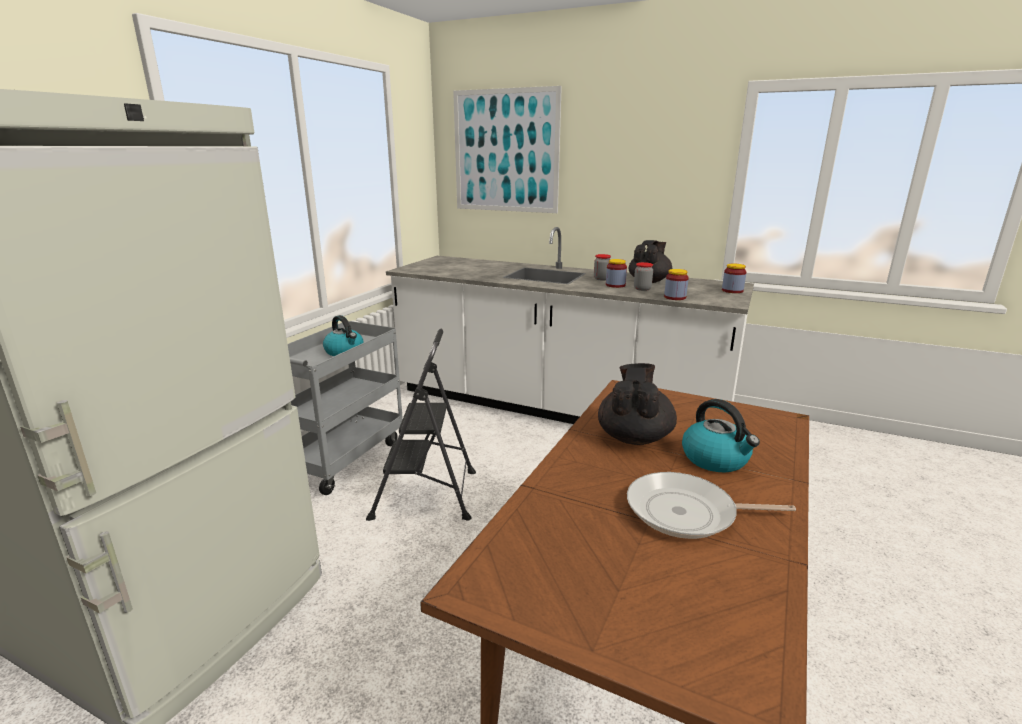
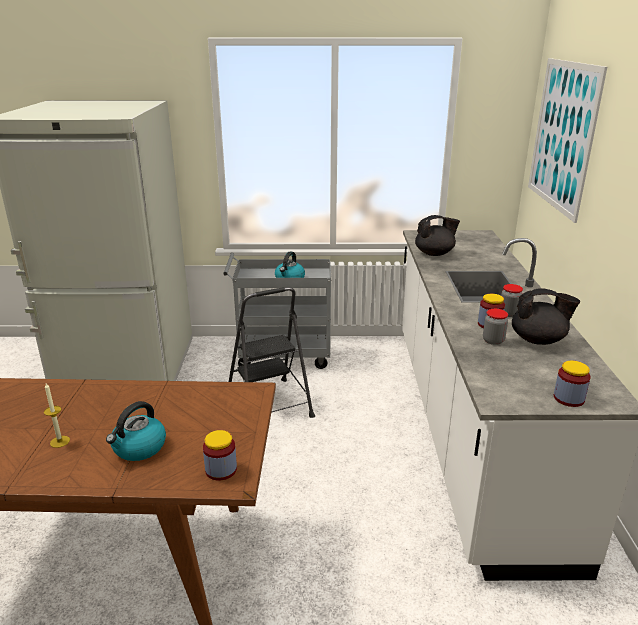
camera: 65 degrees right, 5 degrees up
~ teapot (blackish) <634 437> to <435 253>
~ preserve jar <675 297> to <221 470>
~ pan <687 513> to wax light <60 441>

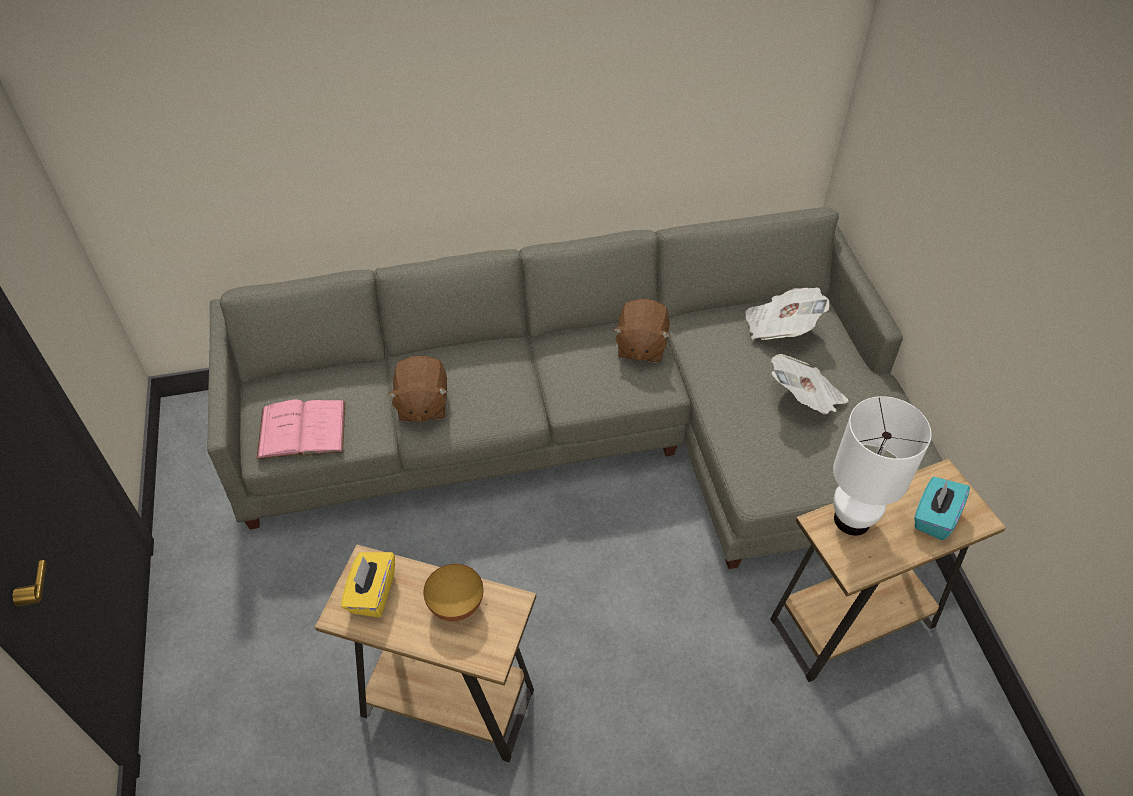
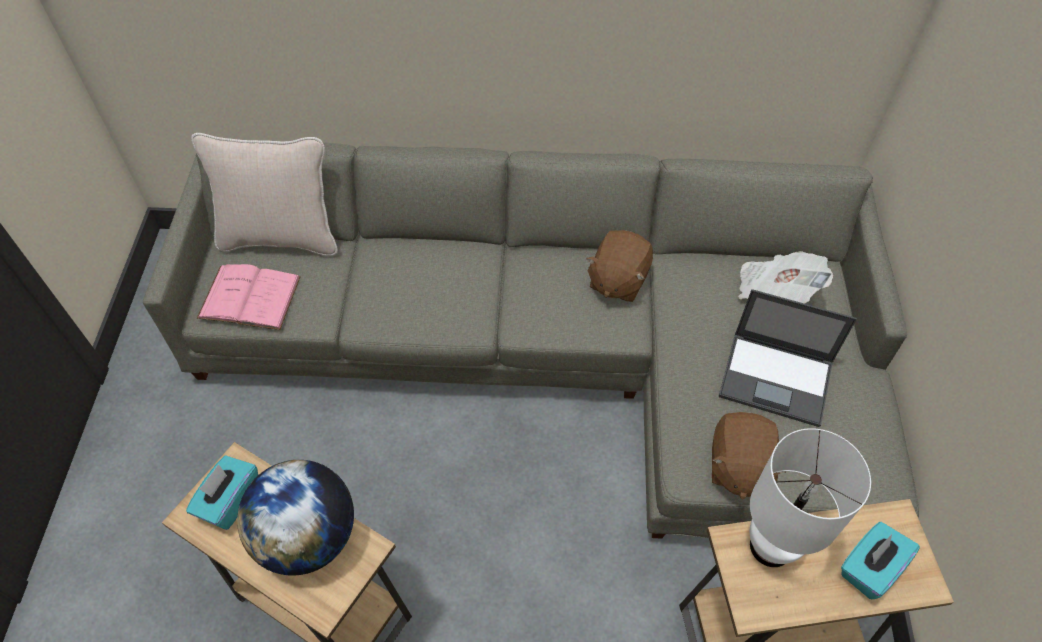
camera: 15 degrees right, 5 degrees up
+ pillow (beige) <281 237>
~ cuddly toy (brownish) <422 404> to <738 466>
~ serving bowl <456 606> to desk globe <308 536>
~ printed paper <805 399> to laptop <777 379>
~ tissue box (yellowish) <372 593> to tissue box (turquoise) <229 501>

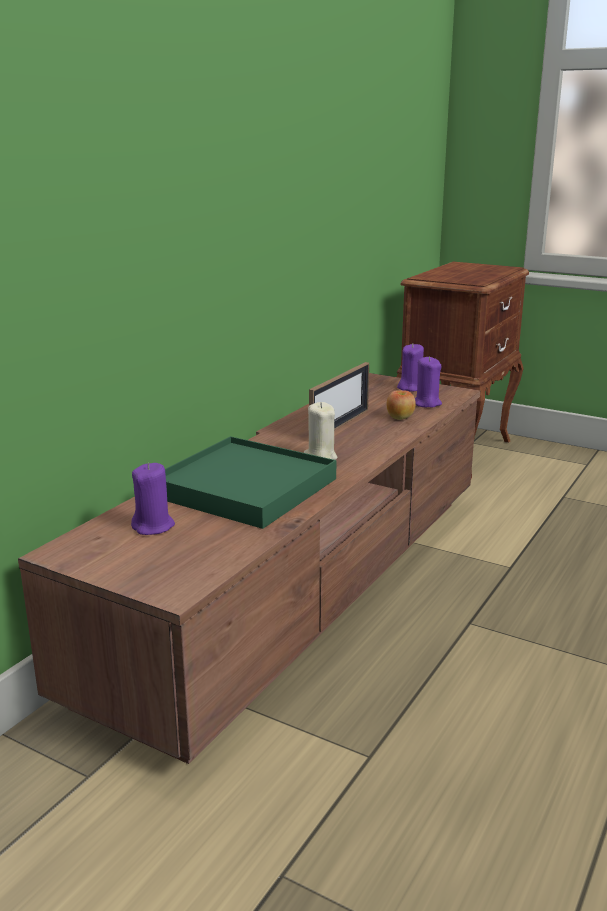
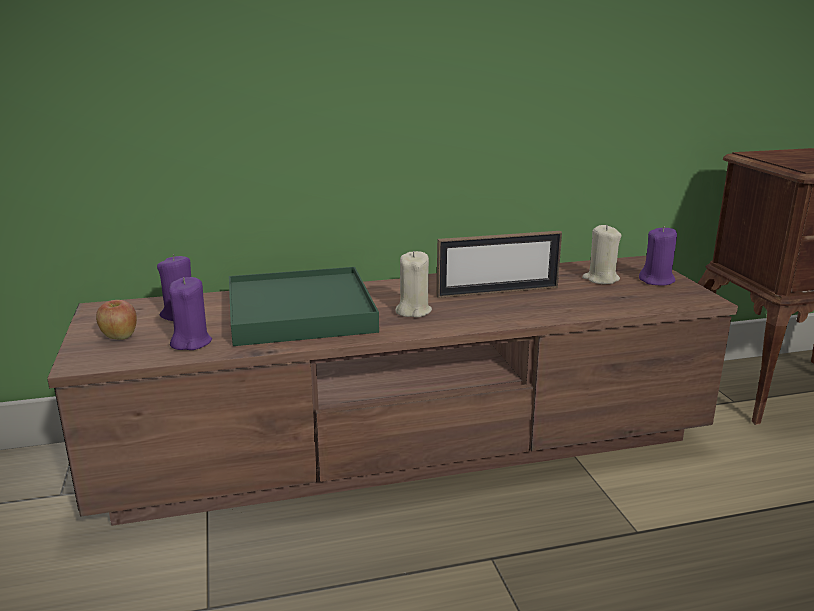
camera: 45 degrees right, 0 degrees up
+ wax light (beige) <600 279>
~ whole apple <400 418> to <119 337>
~ wax light (purple-coloured) <426 403> to <191 342>

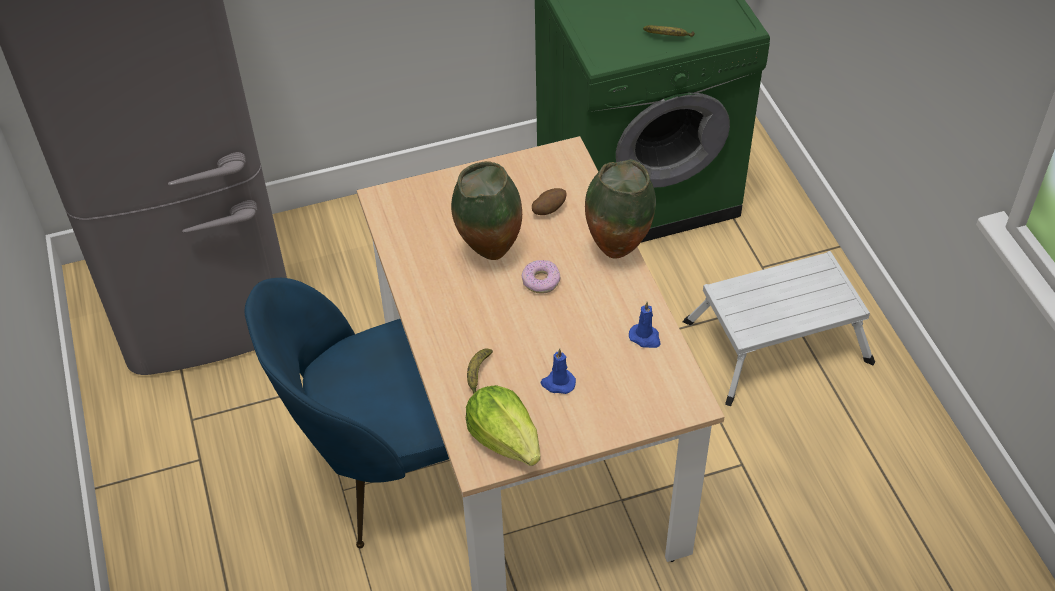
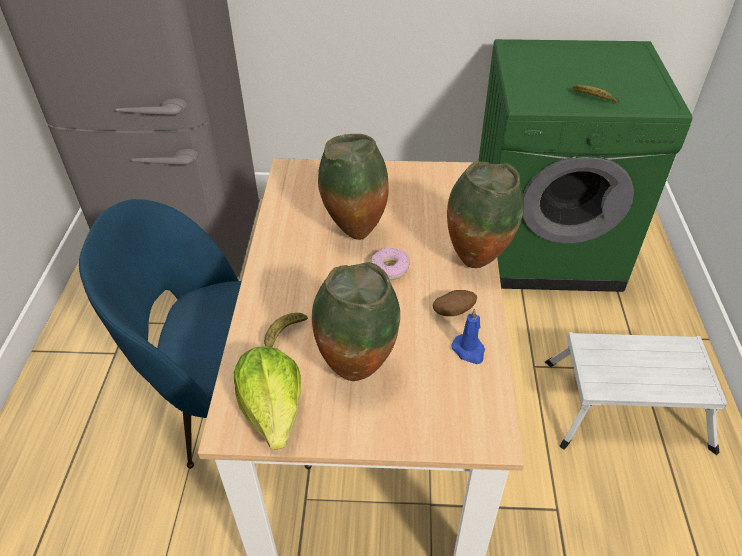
camera: 20 degrees right, 5 degrees down
~ whole potato <548 210> to <453 312>
~ wax light (bluish) <558 383> to flower vase <356 369>

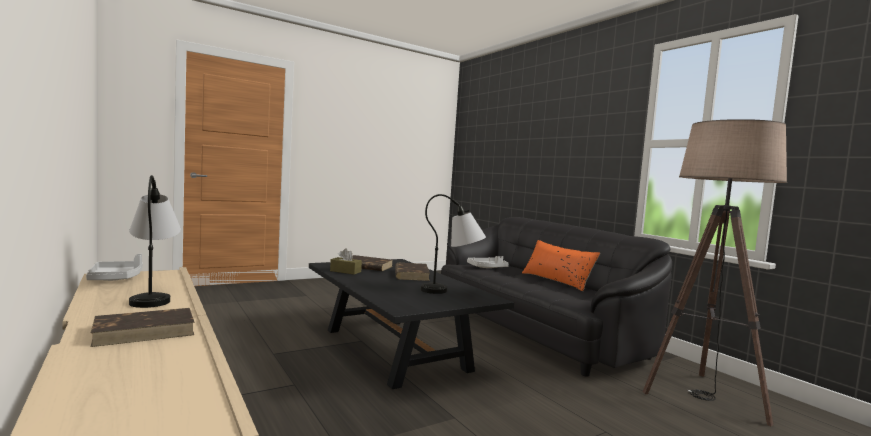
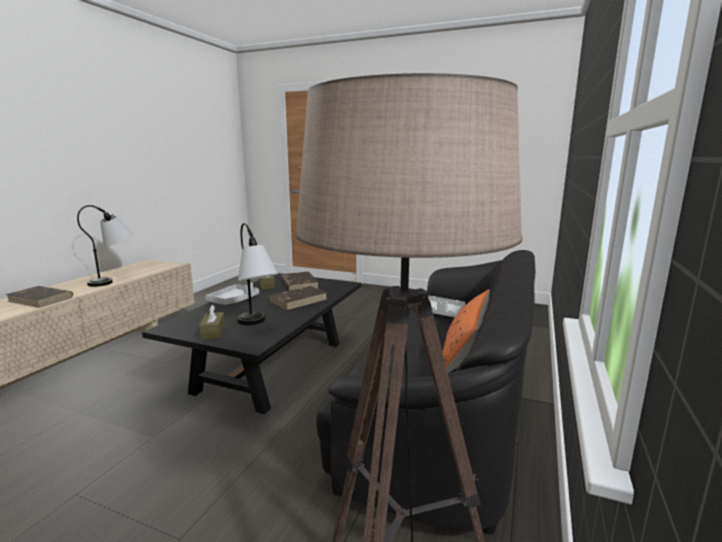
camera: 55 degrees right, 10 degrees up
+ tissue box (brownish) <213 332>
~ serving tray (gray) <116 278> to <233 301>

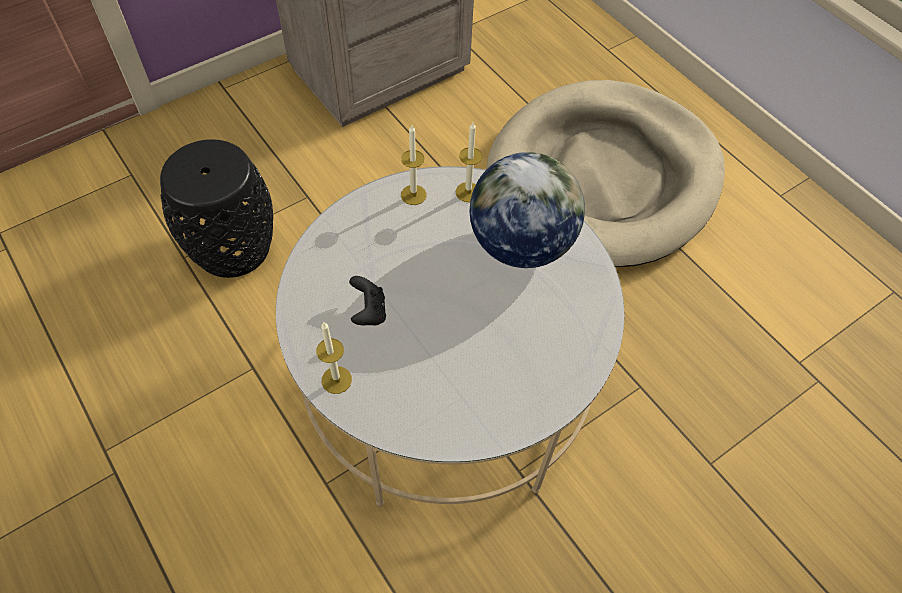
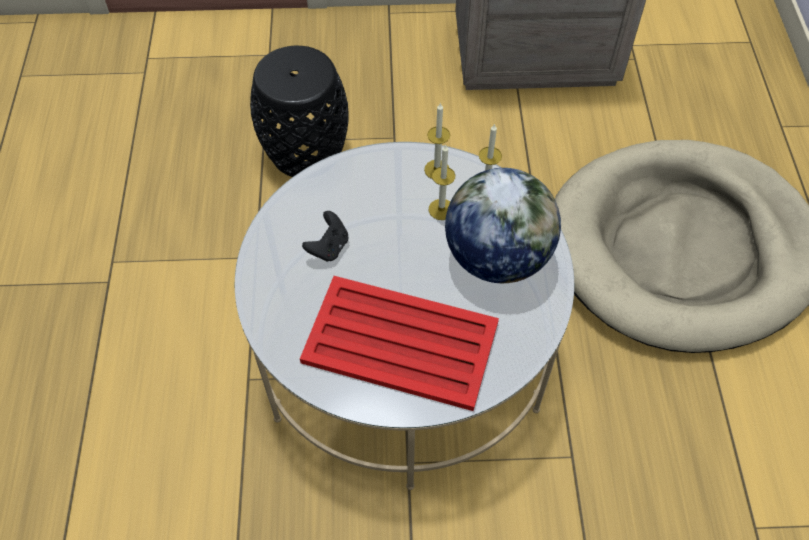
camera: 35 degrees right, 0 degrees up
+ serving tray (red-coloured) <402 343>
~ wax light <336 380> to <441 209>

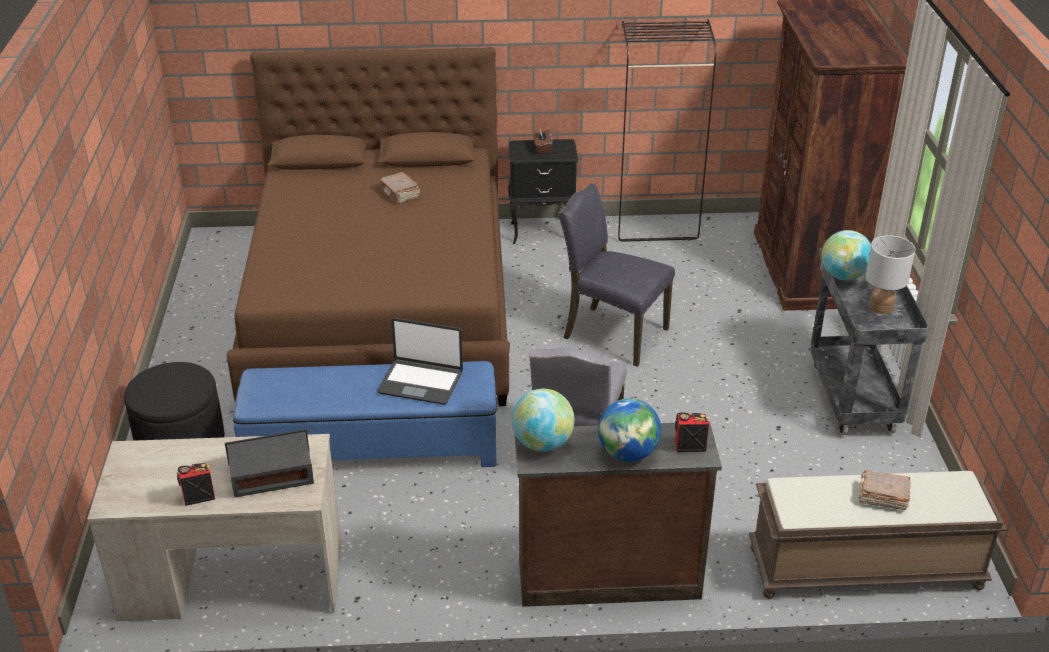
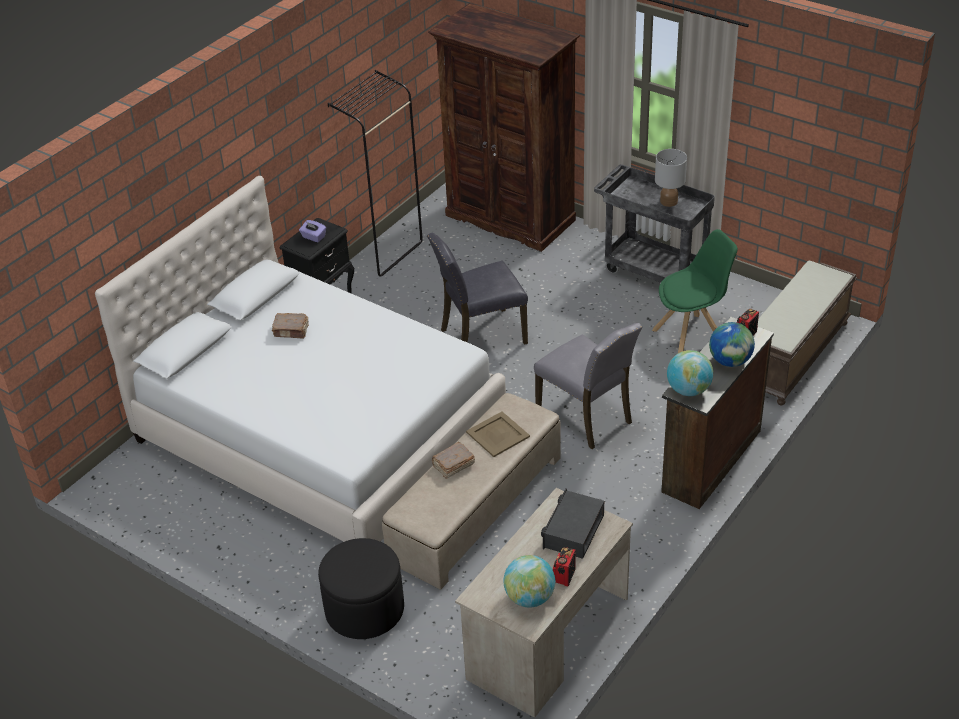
camera: 50 degrees left, 5 degrees up
+ upright chair (green-coloured) <691 335>
~ desk globe <843 276> to <529 597>
~ volume (brownish) <882 497> to <453 465>
~ laptop <421 382> to serving tray (beige) <498 434>
~ sleeping bed (brownish) <381 309> to sleeping bed (white-coloured) <320 432>
~ long seat (bluish) <372 445> to long seat (beige) <476 507>
~ tissue box (brownish) <542 149> to tissue box (purple-coloured) <313 237>

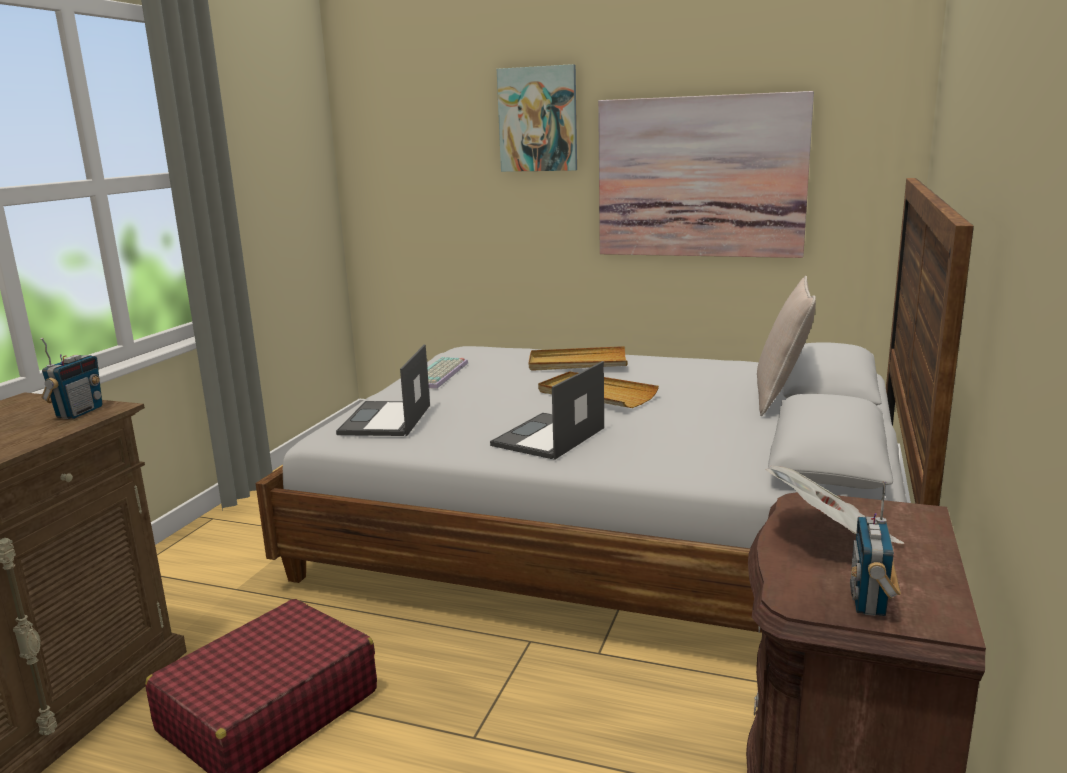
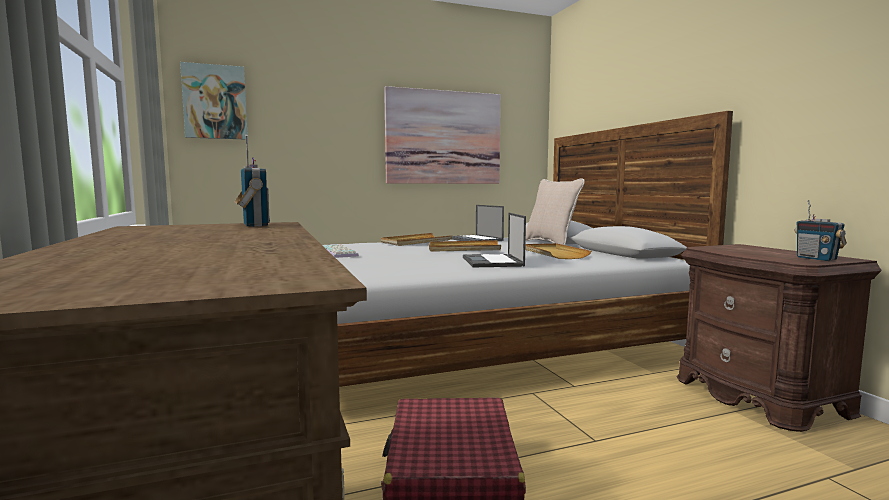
camera: 40 degrees left, 10 degrees down
- printed paper <831 537>
+ serving tray (beige) <554 253>
~ laptop <385 420> to <476 239>
~ wall picture <538 119> to <215 102>

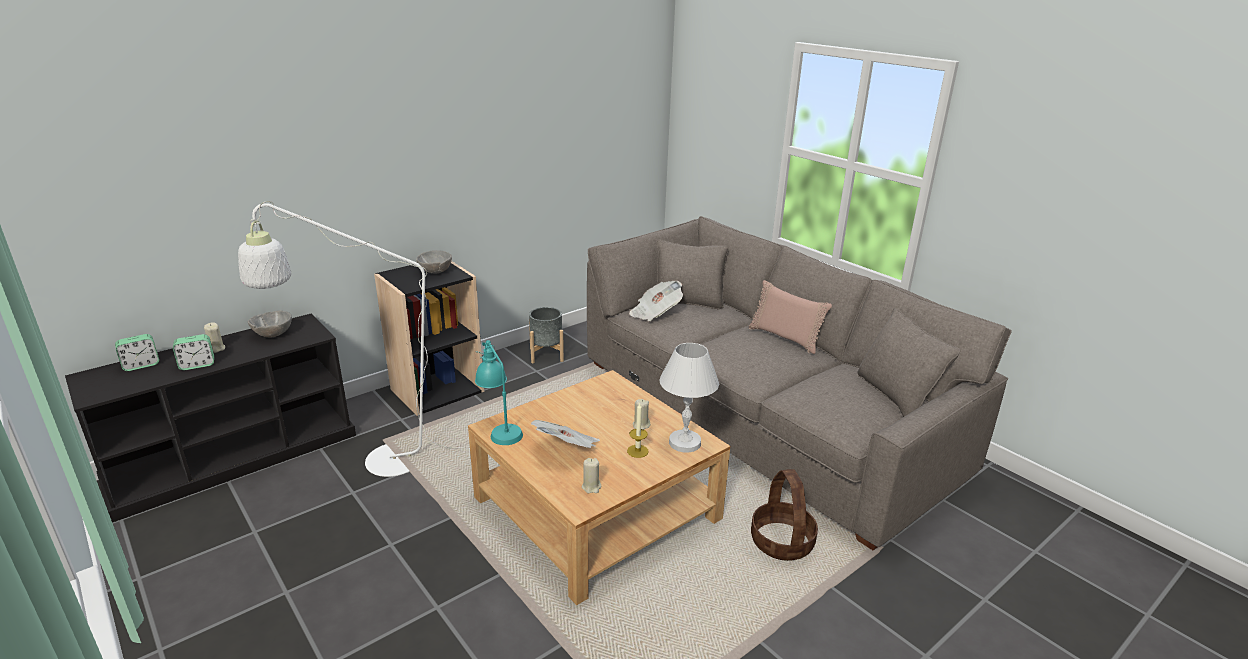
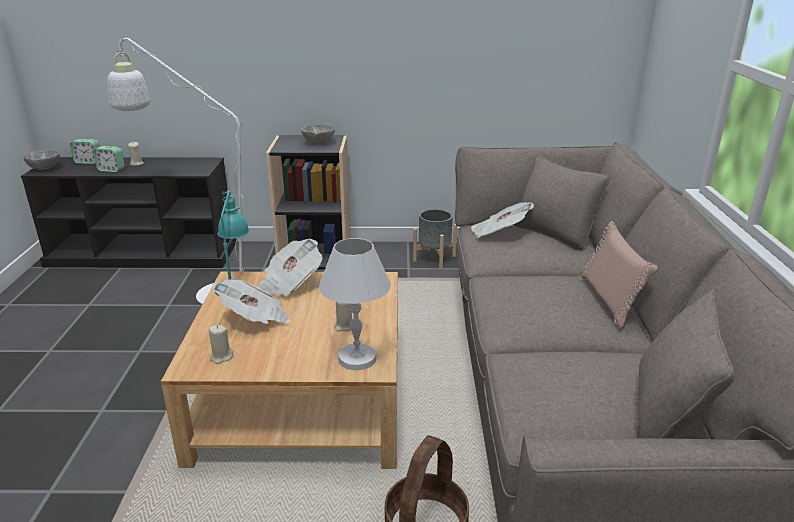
camera: 40 degrees right, 0 degrees up
- wax light <637 451>
+ printed paper <289 283>
~ serving bowl (gray) <273 334> to <44 168>

